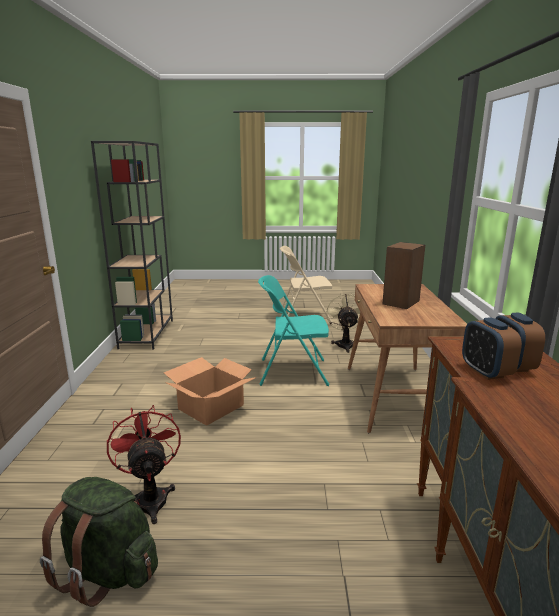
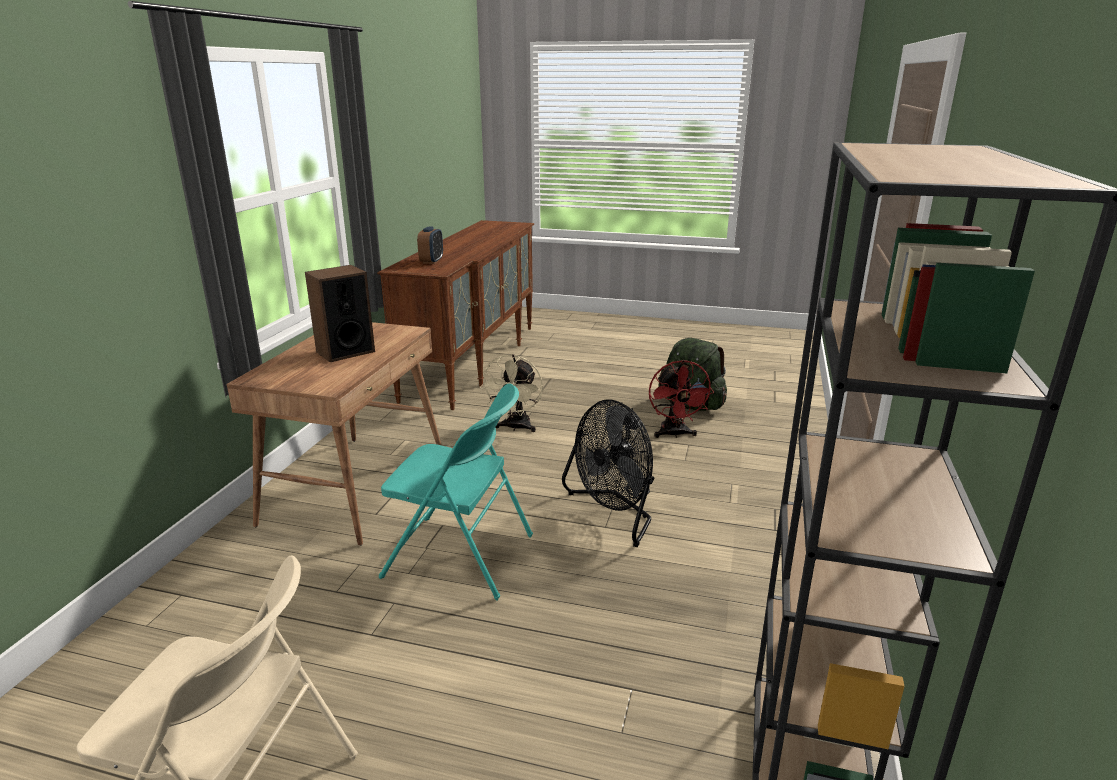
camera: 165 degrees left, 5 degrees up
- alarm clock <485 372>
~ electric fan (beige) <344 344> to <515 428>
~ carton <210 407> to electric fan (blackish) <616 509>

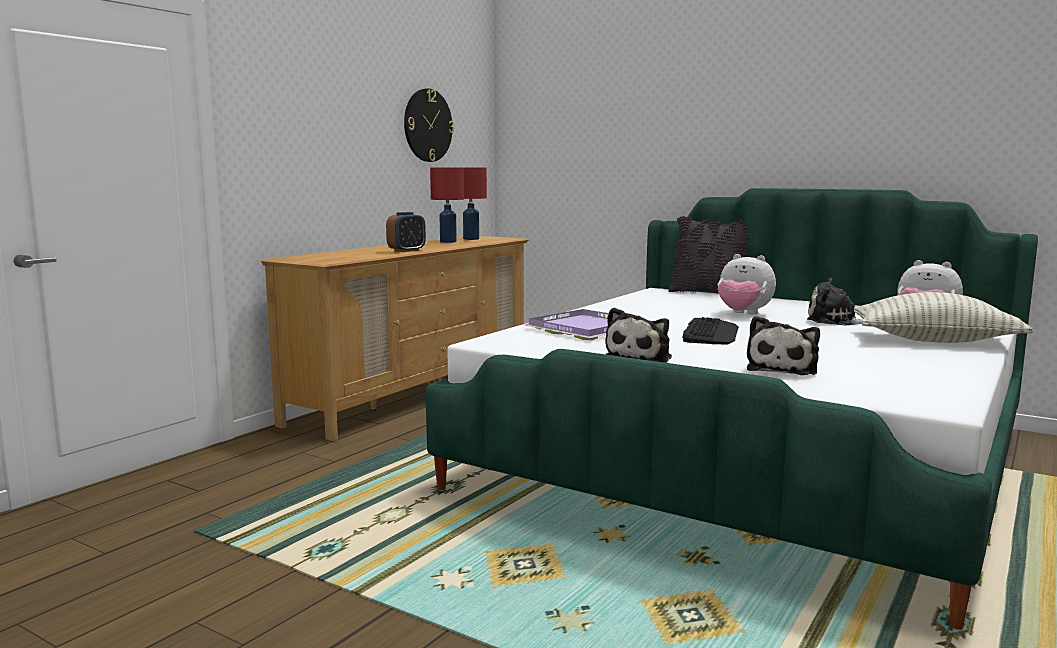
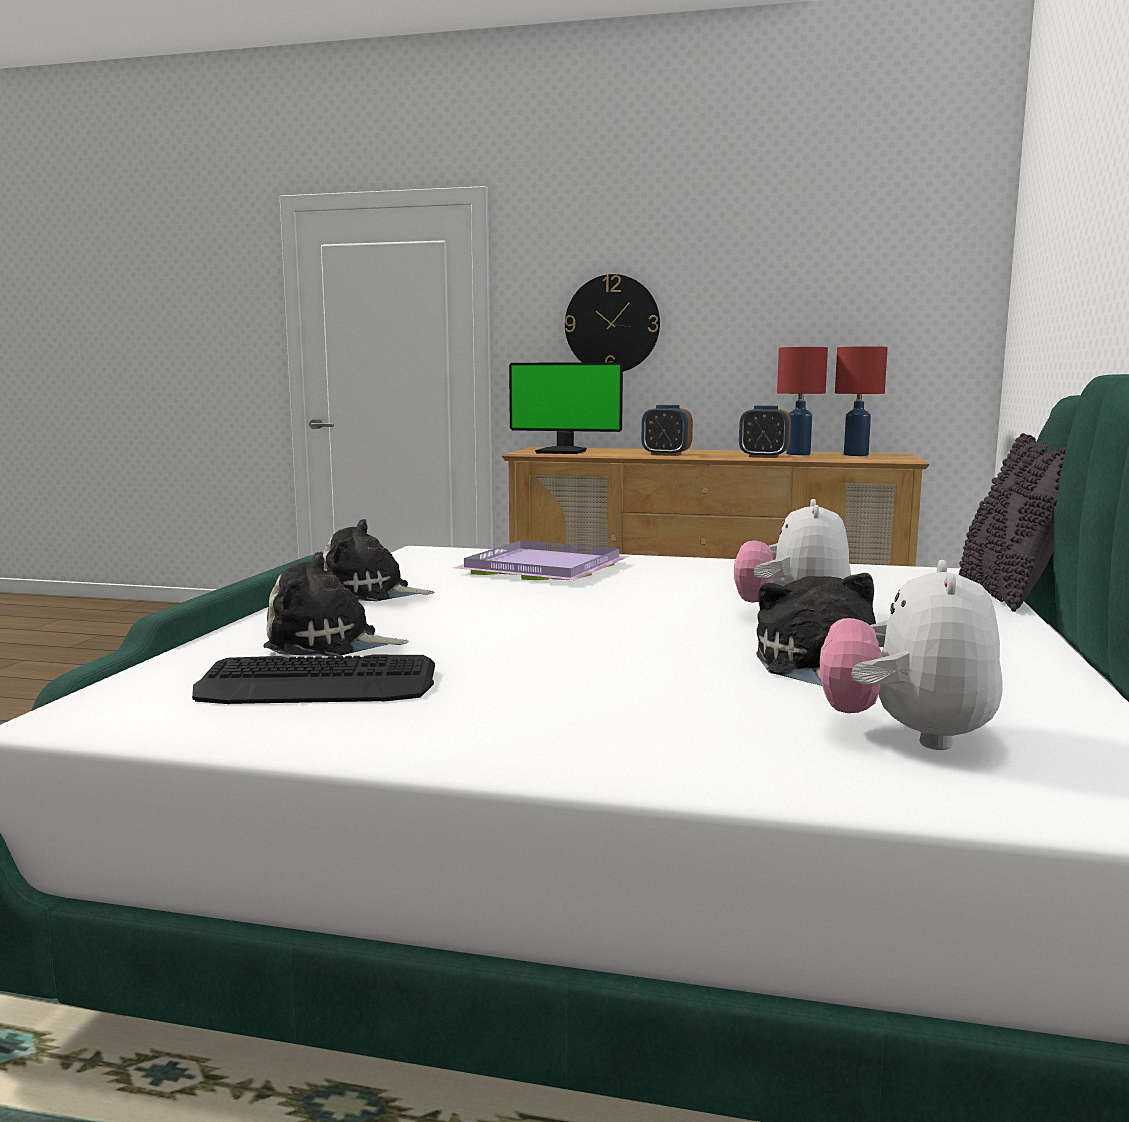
camera: 70 degrees right, 0 degrees up
- pillow <934 341>
+ computer screen <562 451>
+ alarm clock <763 456>
~ wall clock <427 125> to <612 324>
~ keyboard <710 333> to <318 684>

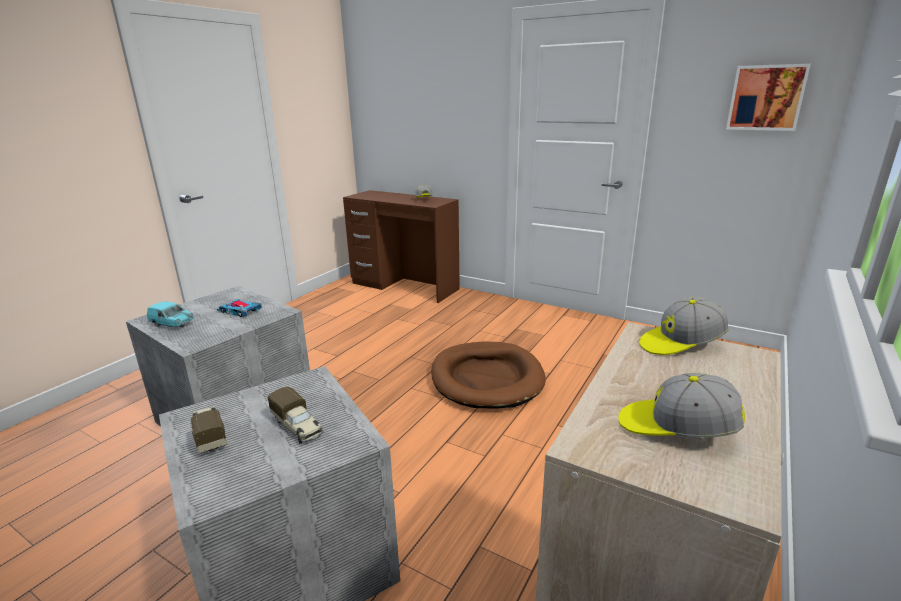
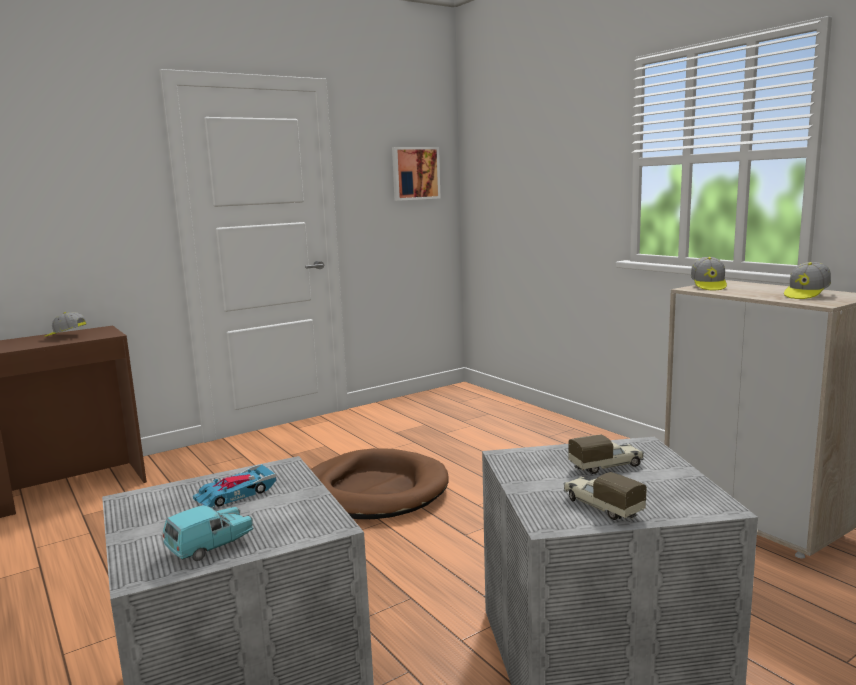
camera: 65 degrees left, 10 degrees down
~ toy lorry <210 435> = <601 506> 60 degrees clockwise

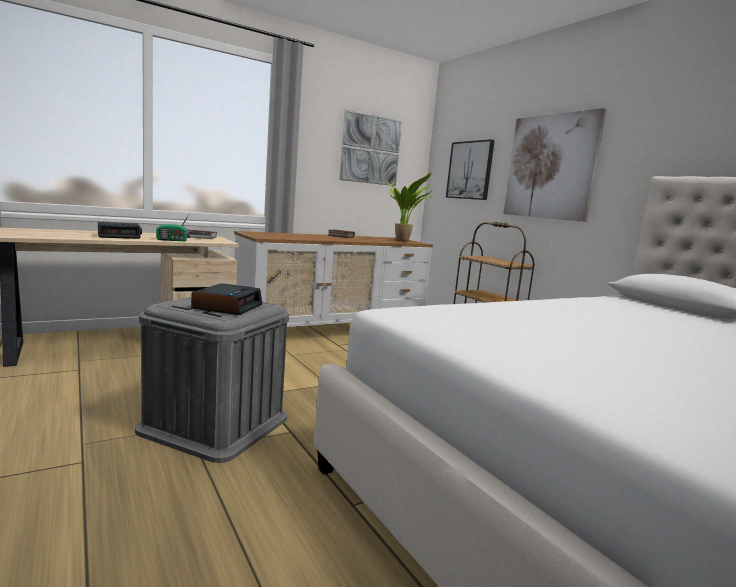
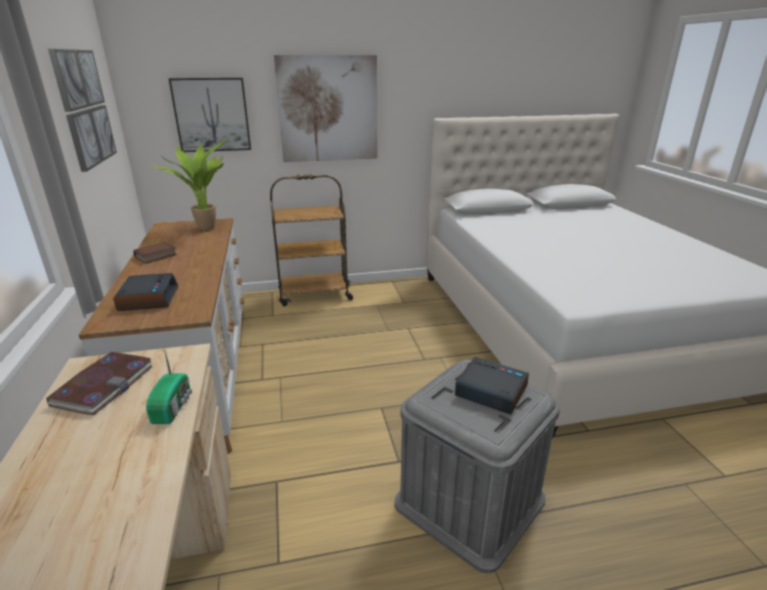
camera: 70 degrees left, 15 degrees up
~ alarm clock <119 236> to <148 298>

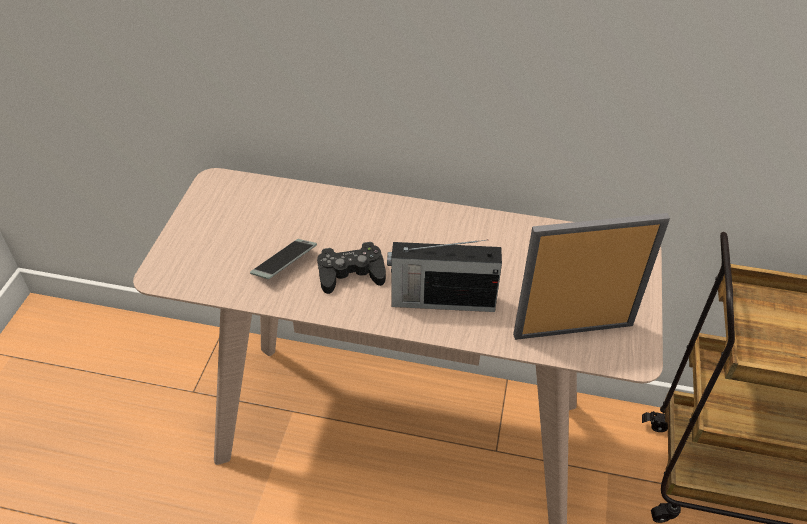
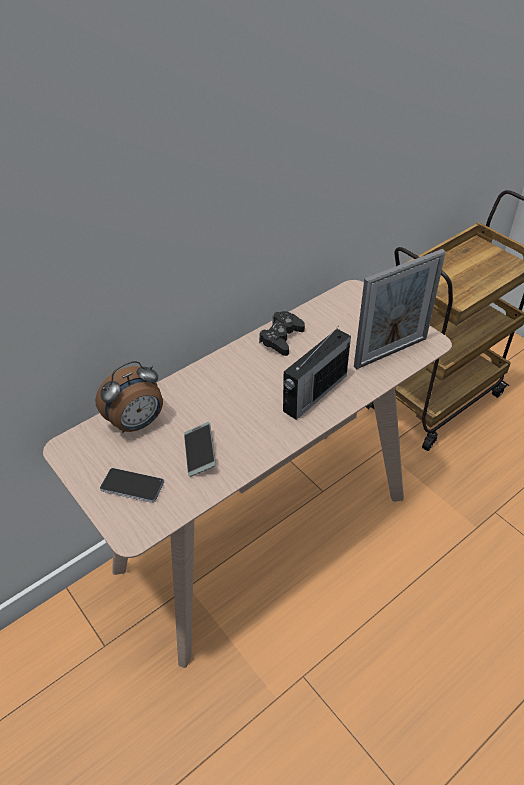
camera: 50 degrees left, 0 degrees up
+ alarm clock <137 423>
+ handset <132 486>
~ gamepad (blackish) <351 273> to <281 338>
~ picture frame <573 330> = <390 352> 150 degrees counterclockwise

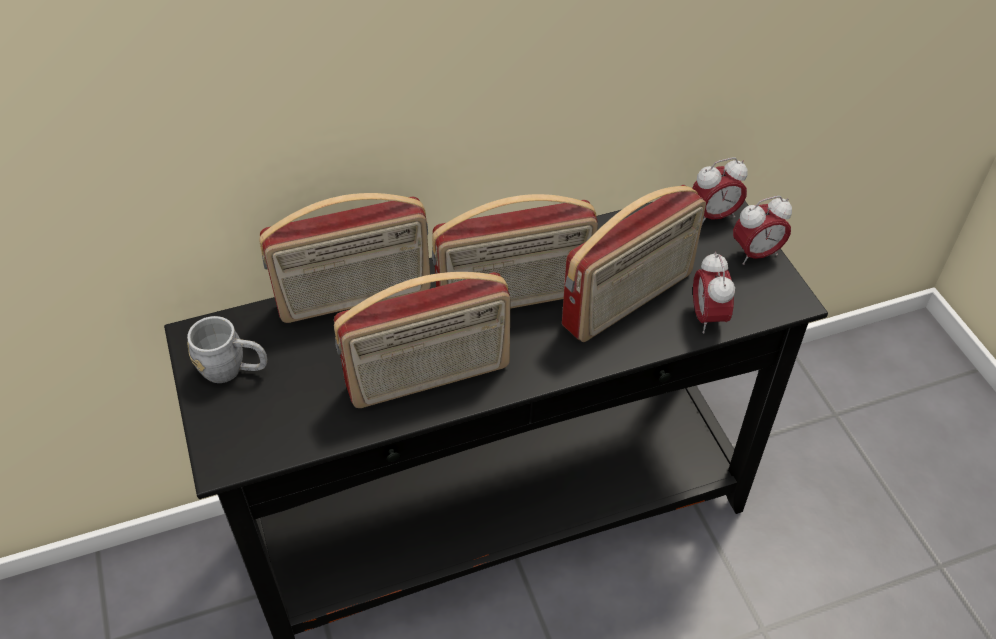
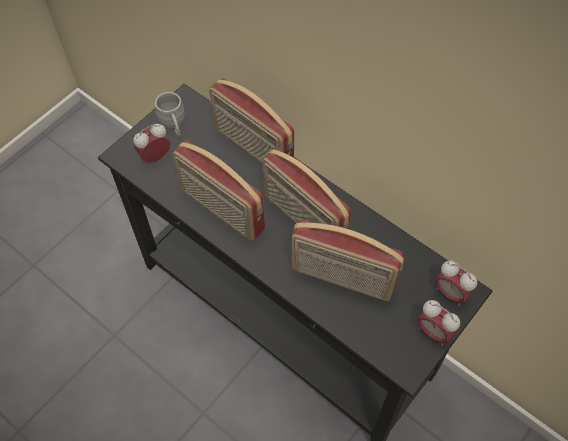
camera: 60 degrees right, 10 degrees up
~ alarm clock <707 317> to <155 156>

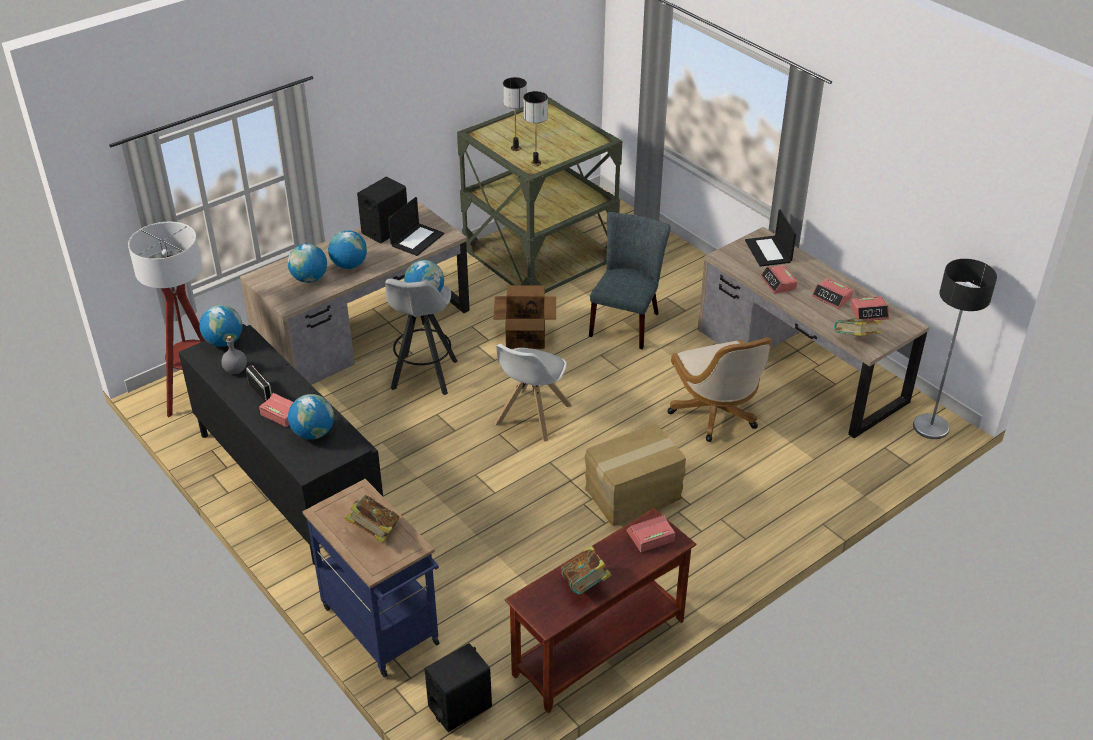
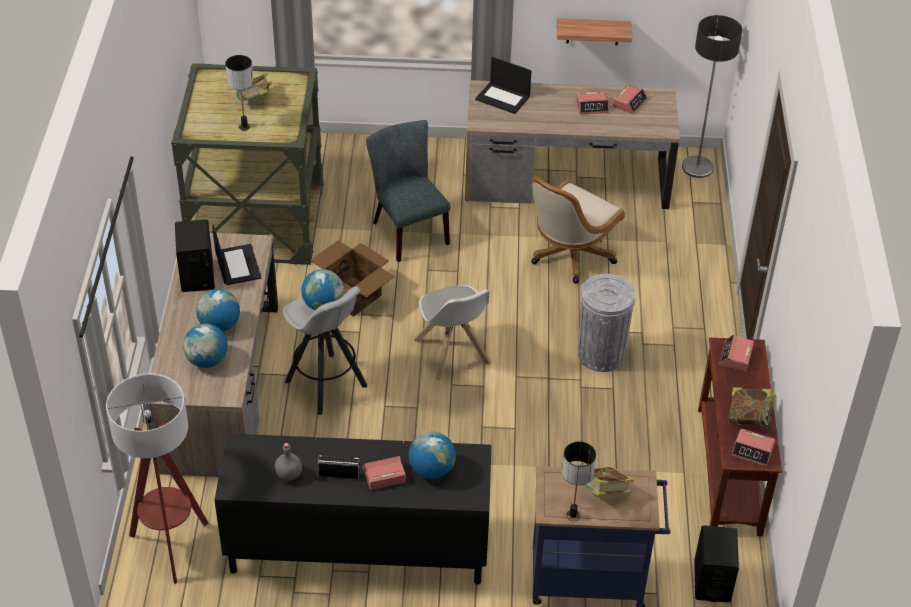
camera: 50 degrees left, 5 degrees up
- desk globe <224 342>
+ wall shelf <593 31>
~ table lamp <536 163> to <573 515>
~ alarm clock <778 283> to <752 451>
~ volume <855 340> to <255 100>
~ carton <633 495> to waste bin (gray) <601 354>
~ office chair <717 416> = <569 257> 105 degrees clockwise

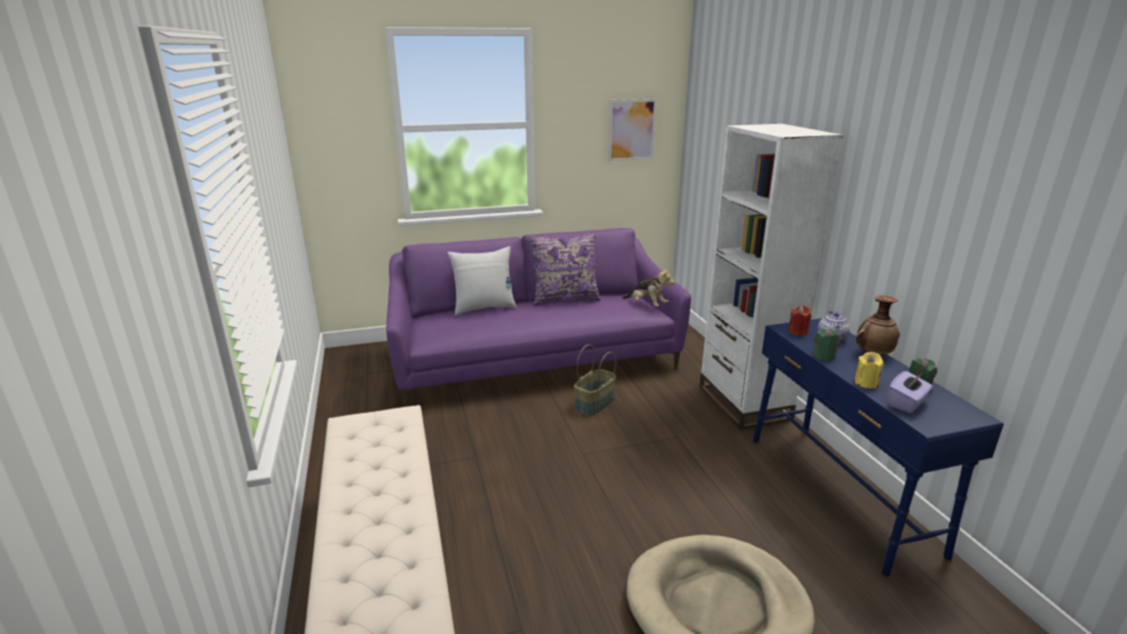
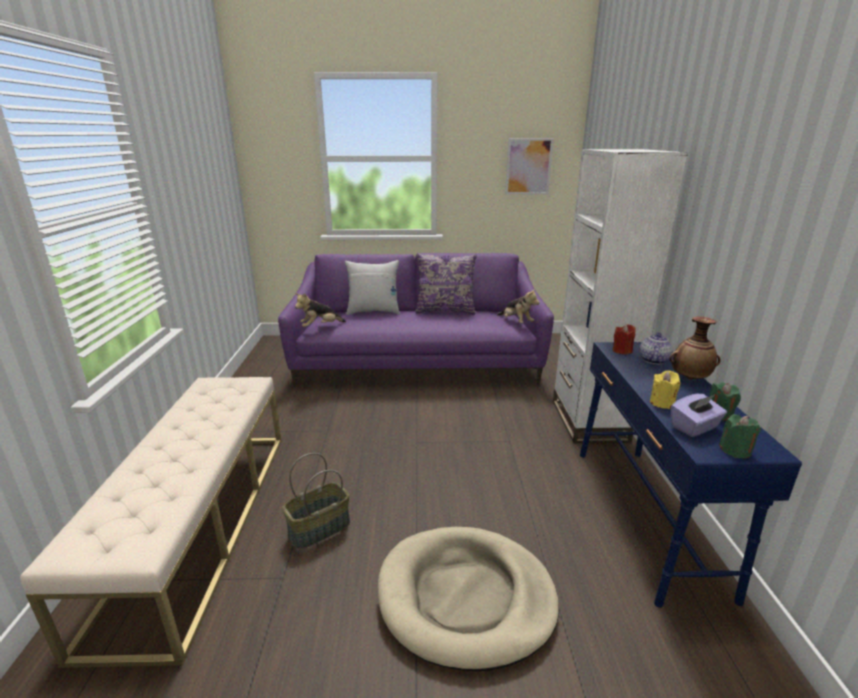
camera: 15 degrees right, 0 degrees up
+ cuddly toy <320 327>
~ household basket <595 404> to <319 529>
~ wax light (green-coloured) <824 356> to <735 450>

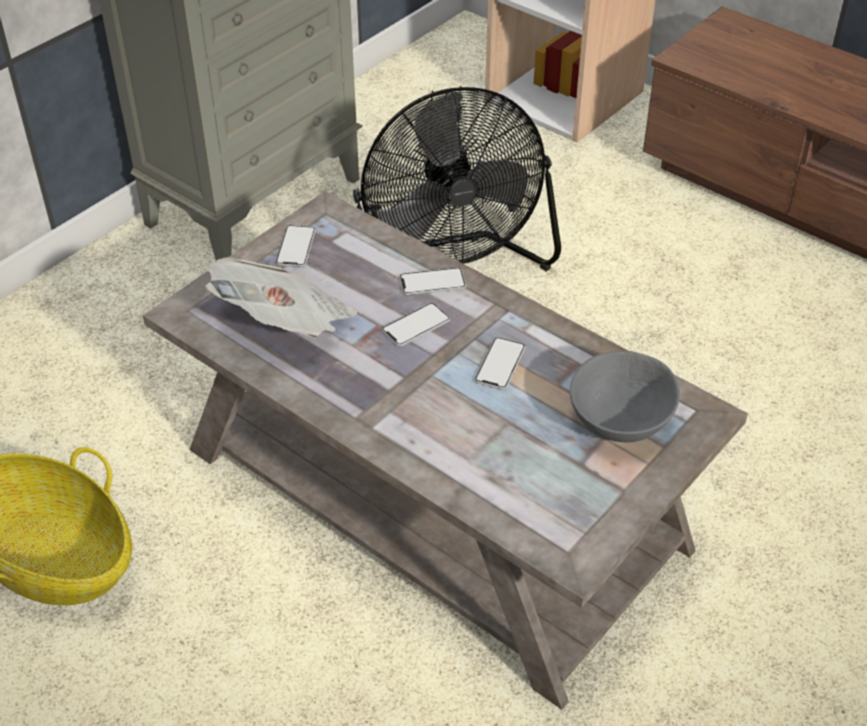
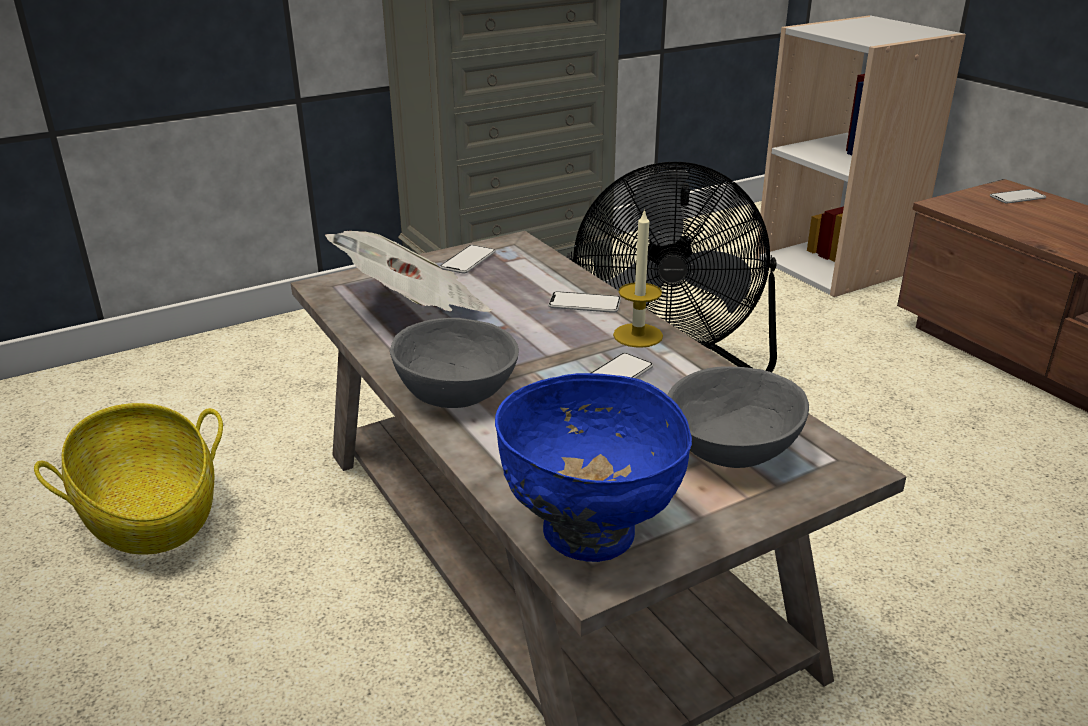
camera: 20 degrees right, 15 degrees down
+ serving bowl (gray) <454 392>
+ serving bowl (bluish) <589 534>
+ wax light <638 335>
~ handset <416 326> to <1017 197>

